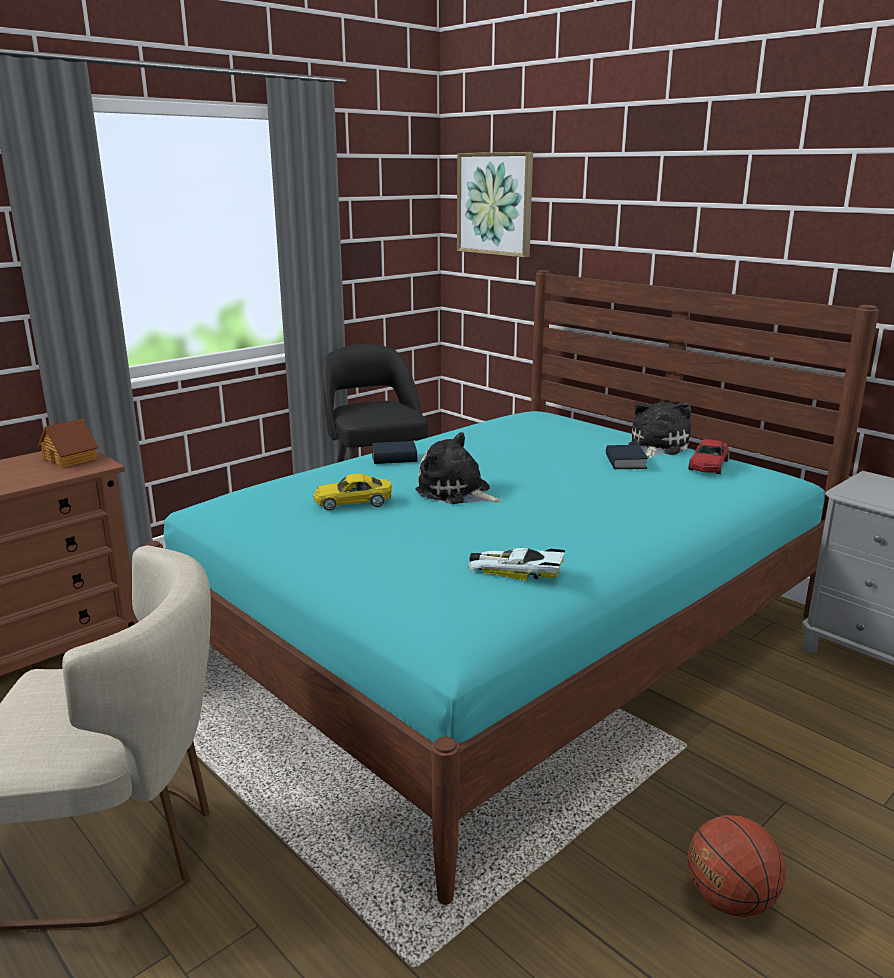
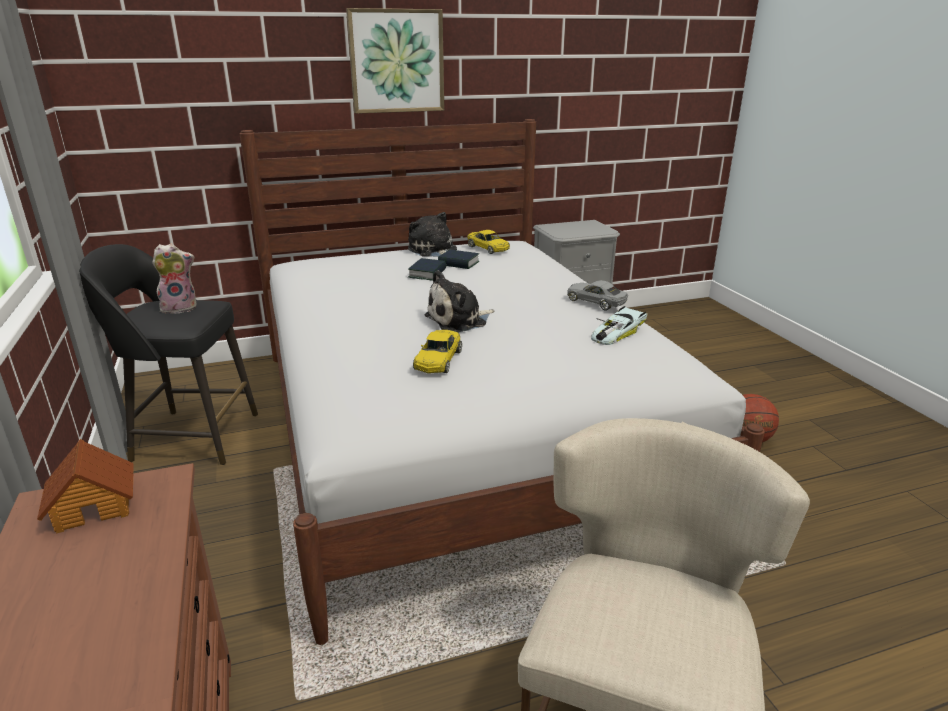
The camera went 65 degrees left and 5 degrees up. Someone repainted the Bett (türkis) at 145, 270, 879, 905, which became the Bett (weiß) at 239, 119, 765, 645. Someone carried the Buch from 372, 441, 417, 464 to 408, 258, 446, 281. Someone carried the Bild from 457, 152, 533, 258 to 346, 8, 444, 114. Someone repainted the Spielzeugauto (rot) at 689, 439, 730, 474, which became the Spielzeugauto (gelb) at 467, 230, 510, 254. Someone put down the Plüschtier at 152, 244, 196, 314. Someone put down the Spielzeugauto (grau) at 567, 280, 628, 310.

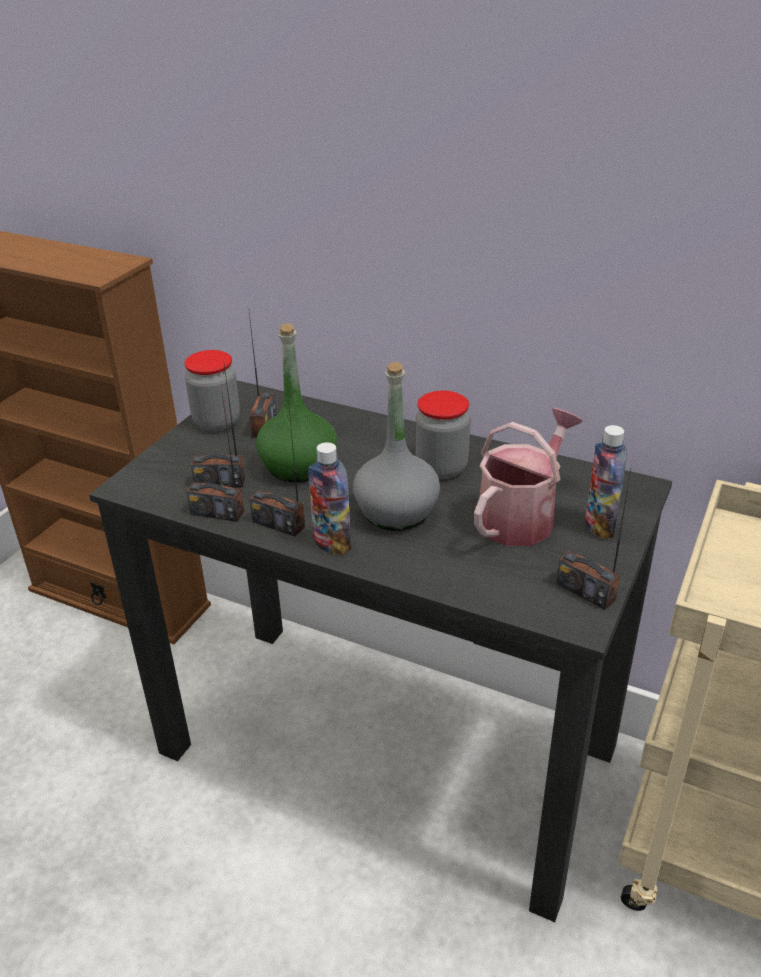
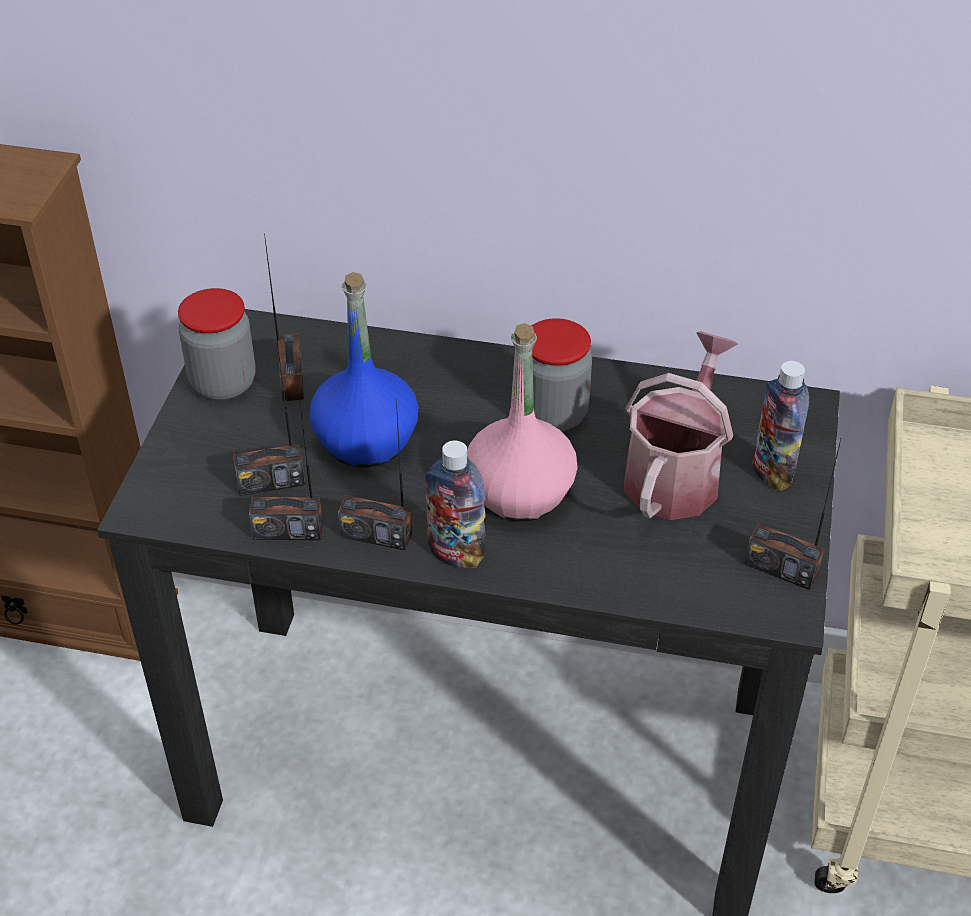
The camera went 15 degrees left and 10 degrees up. Someone repainted the Flasche (grün) at 256, 323, 337, 482, which became the Flasche (blau) at 309, 272, 419, 467. Someone repainted the Flasche (grau) at 353, 362, 440, 531, which became the Flasche (rosa) at 467, 323, 577, 521.

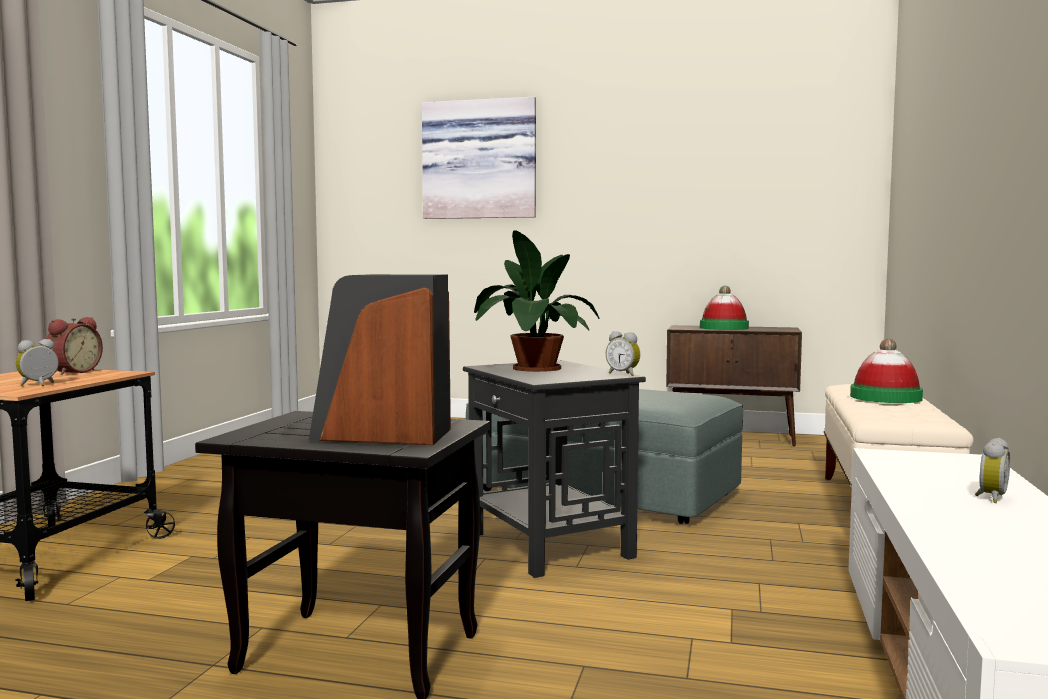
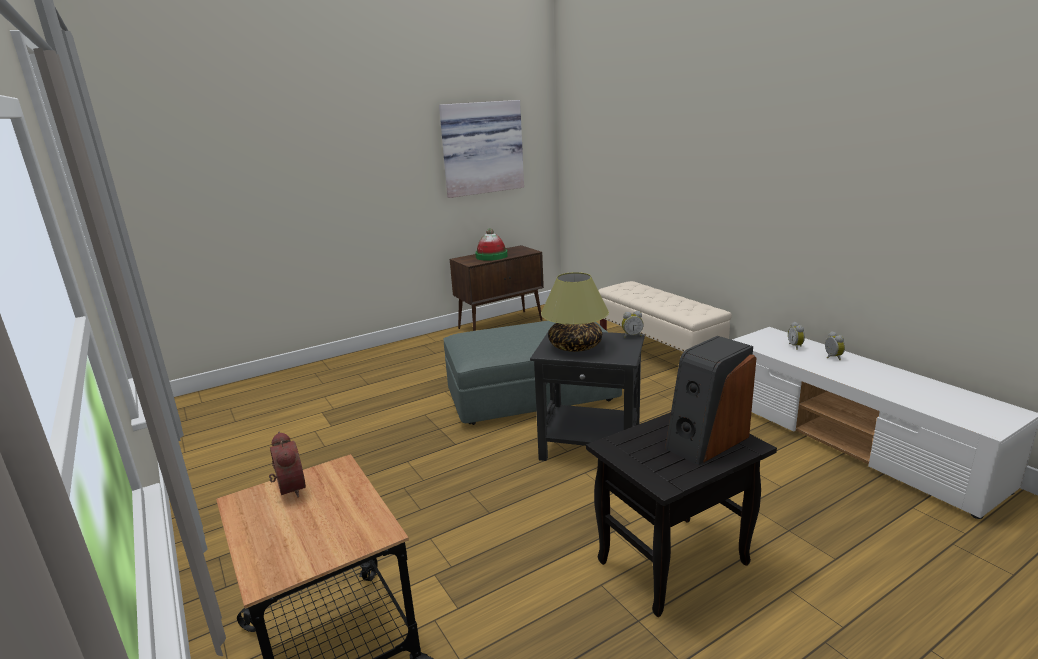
The camera went 45 degrees left and 15 degrees up. Someone carried the Wecker from 16, 339, 59, 386 to 788, 322, 805, 350. Someone carried the Bild from 422, 97, 536, 219 to 439, 100, 524, 198. Someone swapped the Topfpflanze at 474, 230, 599, 372 for the Tischlampe at 541, 272, 609, 352. Someone took away the Hut at 850, 339, 923, 403.

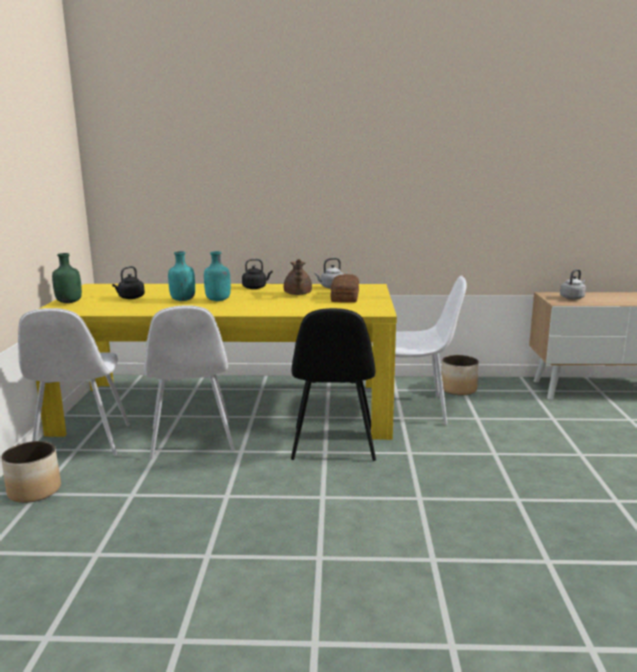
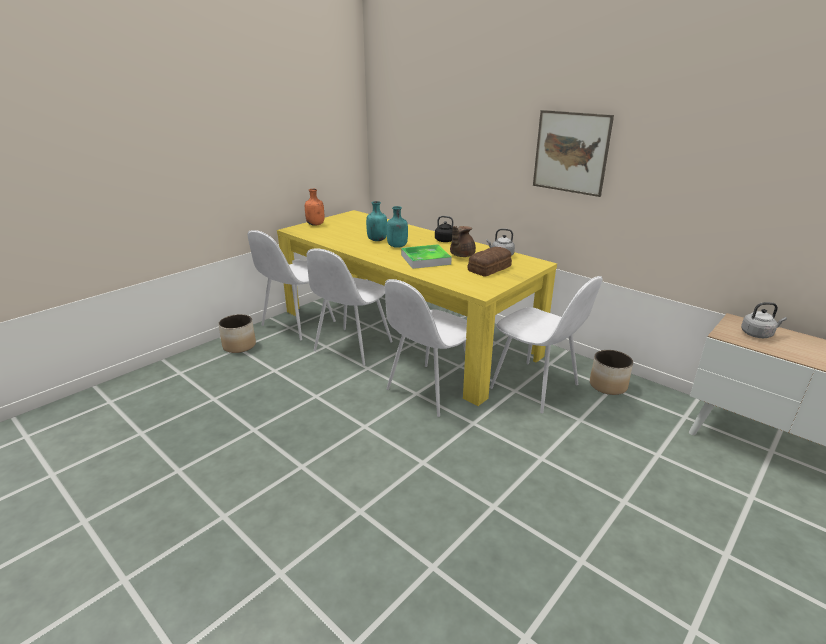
The camera went 40 degrees right and 10 degrees up. Someone repainted the Flasche (grün) at 52, 253, 82, 303, which became the Flasche (orange) at 305, 189, 324, 226. Someone took away the Wasserkessel (schwarz) at 112, 266, 145, 299. Someone repainted the Stuhl (schwarz) at 291, 308, 376, 461, which became the Stuhl (weiß) at 385, 279, 467, 417. Someone put down the Tablett at 401, 244, 452, 269. Someone put up the Bild at 533, 110, 614, 197.

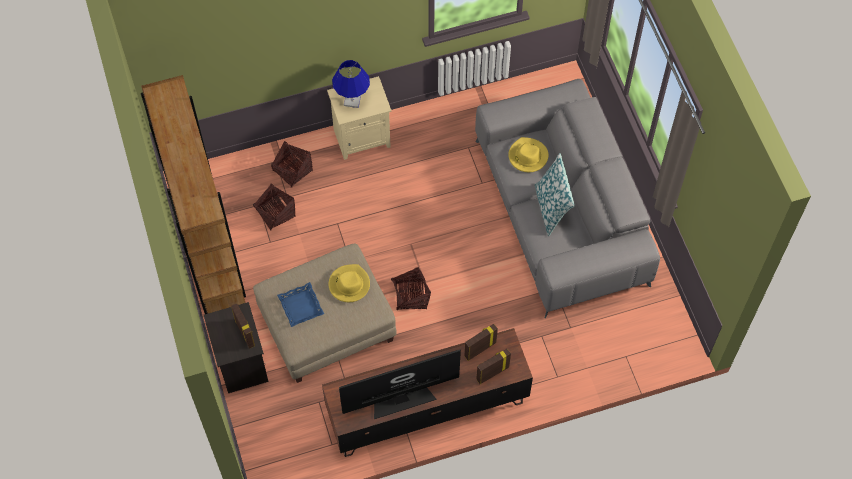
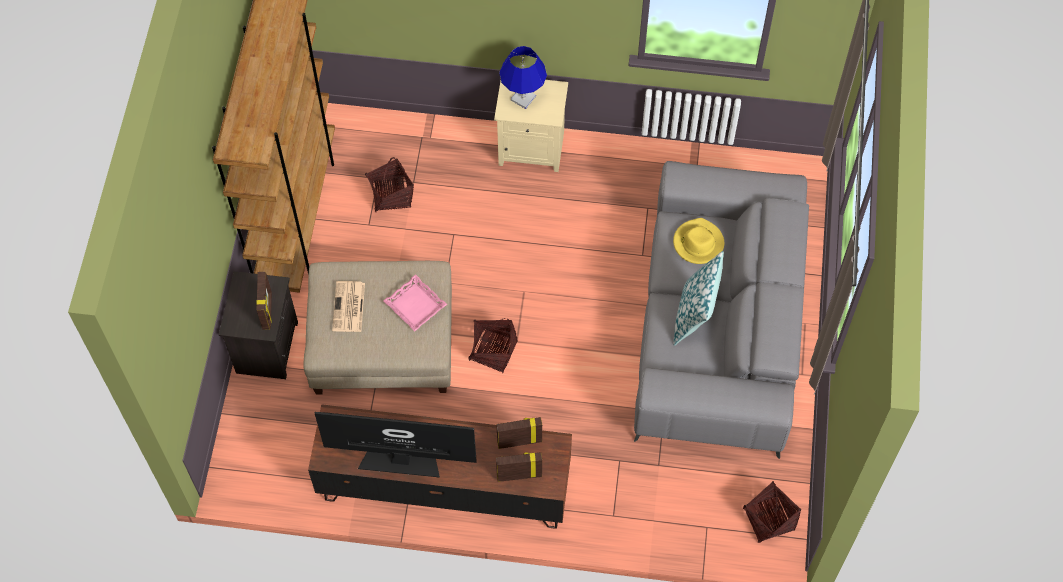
The camera went 25 degrees right and 0 degrees up. Someone carried the Korb from 271, 141, 313, 188 to 743, 481, 801, 543. Someone swapped the Tablett (blau) at 277, 282, 324, 327 for the Zeitung at 332, 281, 365, 332. Someone swapped the Hut (gelb) at 329, 264, 370, 302 for the Tablett (rosa) at 383, 274, 447, 331.

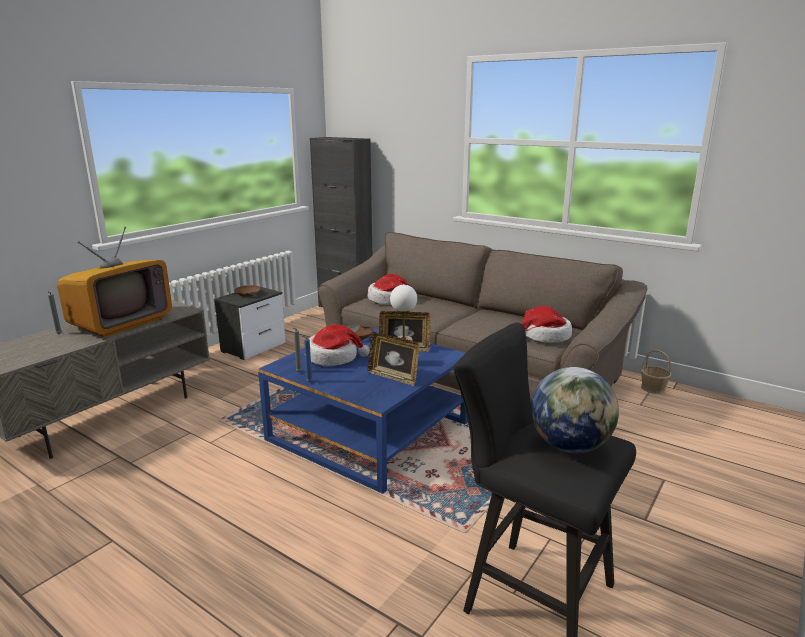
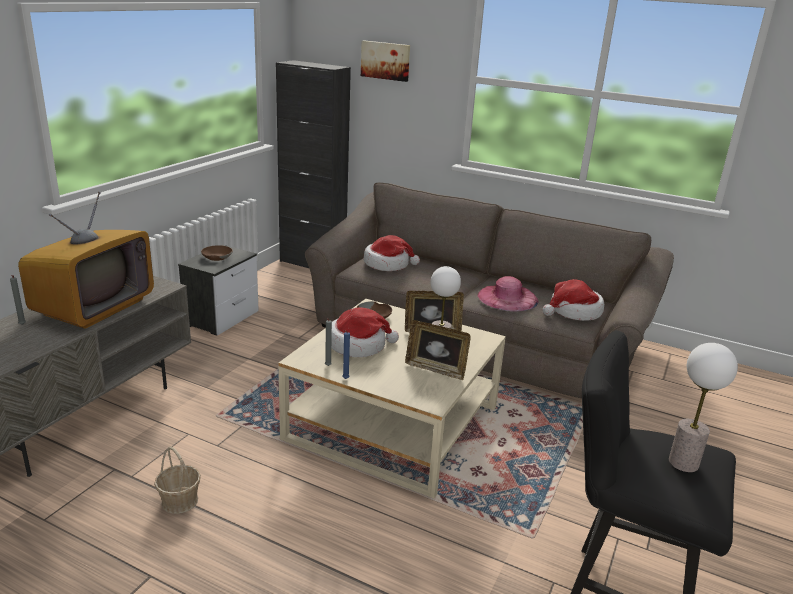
The camera went 10 degrees left and 5 degrees up. Someone repainted the Couchtisch (blau) at 258, 324, 468, 494, which became the Couchtisch (beige) at 278, 299, 506, 498. Someone swapped the Globus at 531, 367, 619, 453 for the Tischlampe at 669, 343, 738, 472. Someone carried the Korb from 641, 350, 671, 394 to 154, 446, 201, 514. Someone put up the Bild at 361, 41, 410, 82. Someone put down the Hut (rosa) at 477, 276, 539, 311.

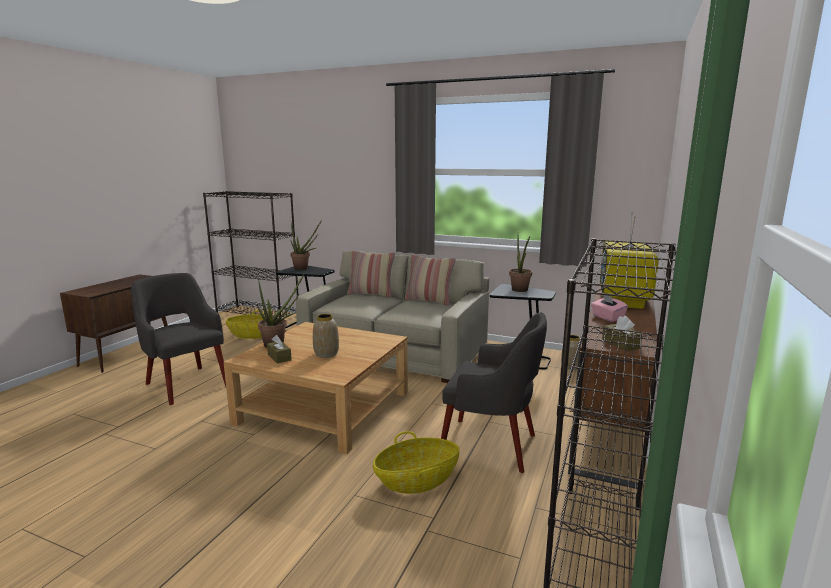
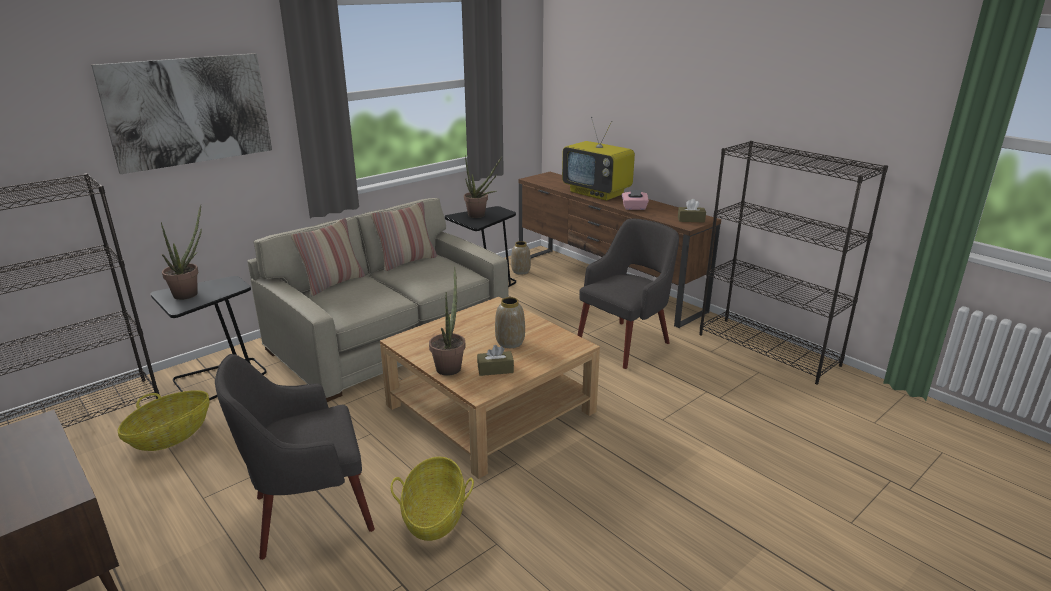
The camera went 65 degrees left and 10 degrees up. Someone carried the Korb from 373, 431, 460, 494 to 391, 457, 474, 541. Someone put up the Bild at 91, 53, 272, 174.

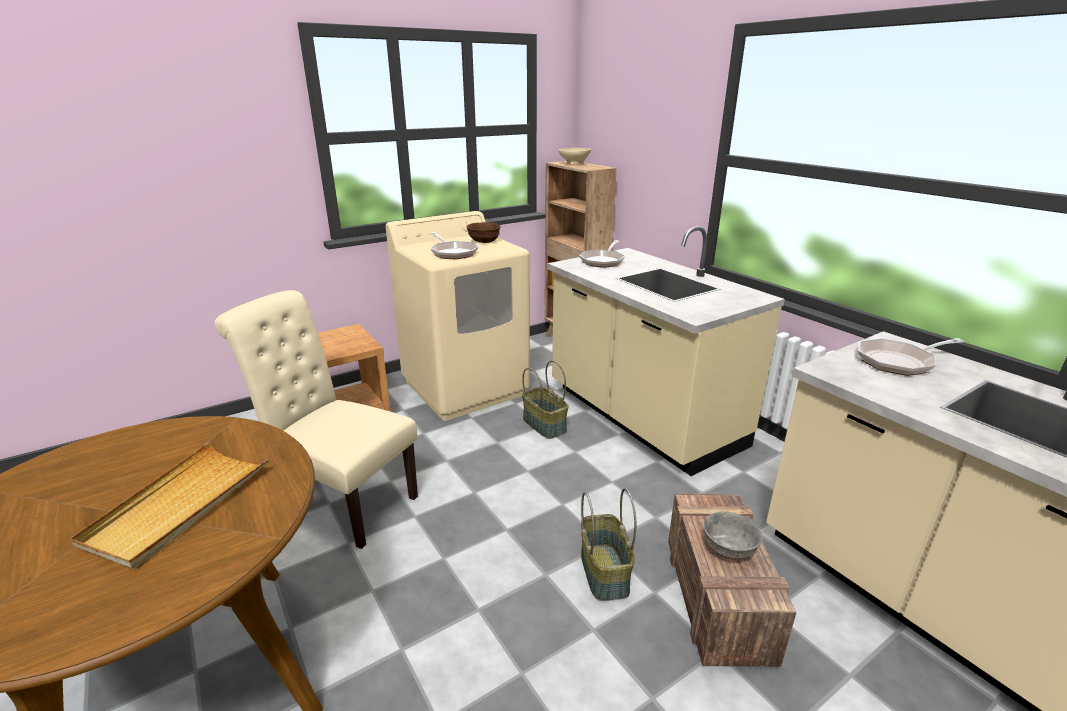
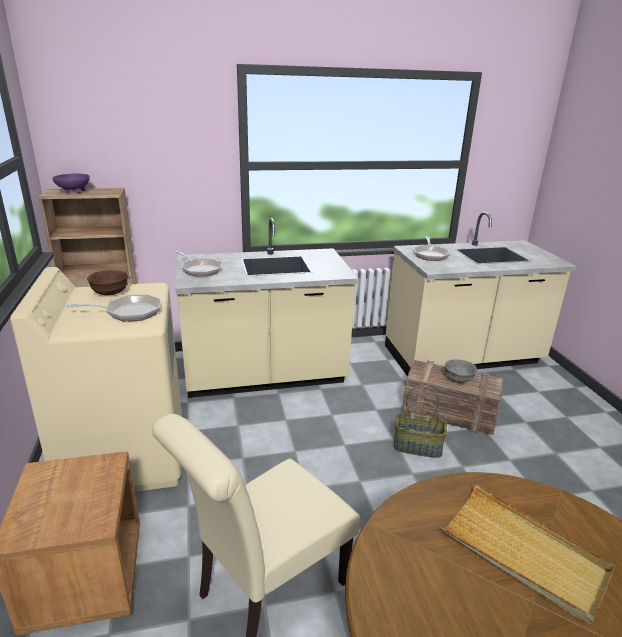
The camera went 70 degrees left and 0 degrees up. Someone took away the Korb at 522, 361, 569, 439. Someone repainted the Schüssel (beige) at 559, 148, 591, 165, which became the Schüssel (lila) at 52, 174, 90, 193.

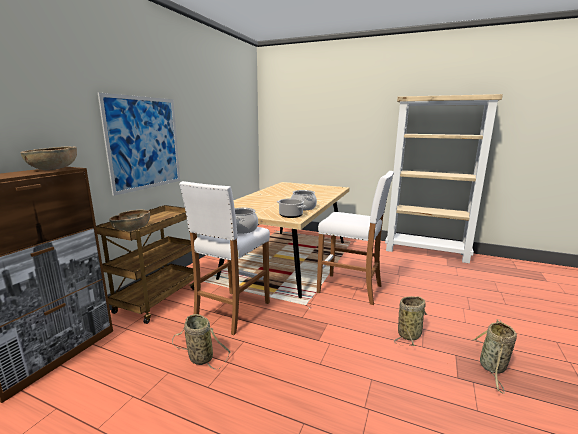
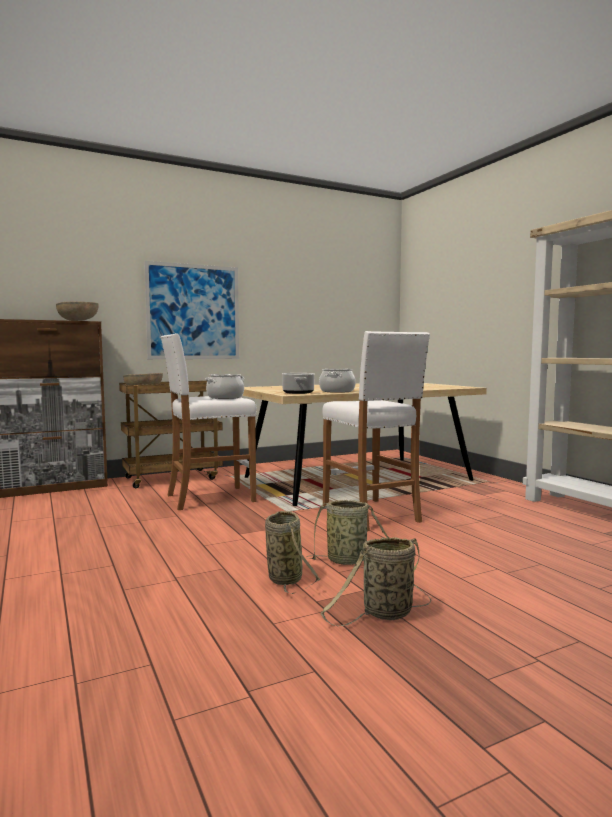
The camera went 40 degrees right and 10 degrees down. Someone carried the Korb from 172, 314, 231, 369 to 265, 511, 320, 594.

